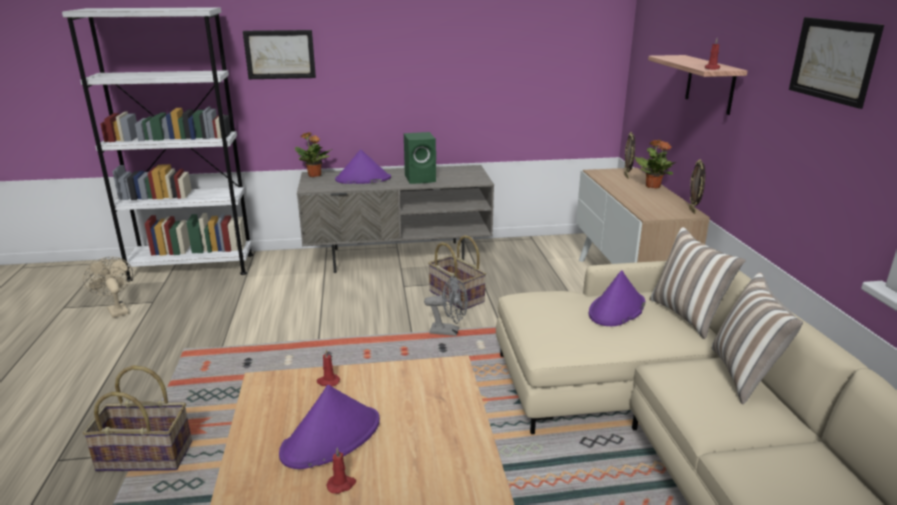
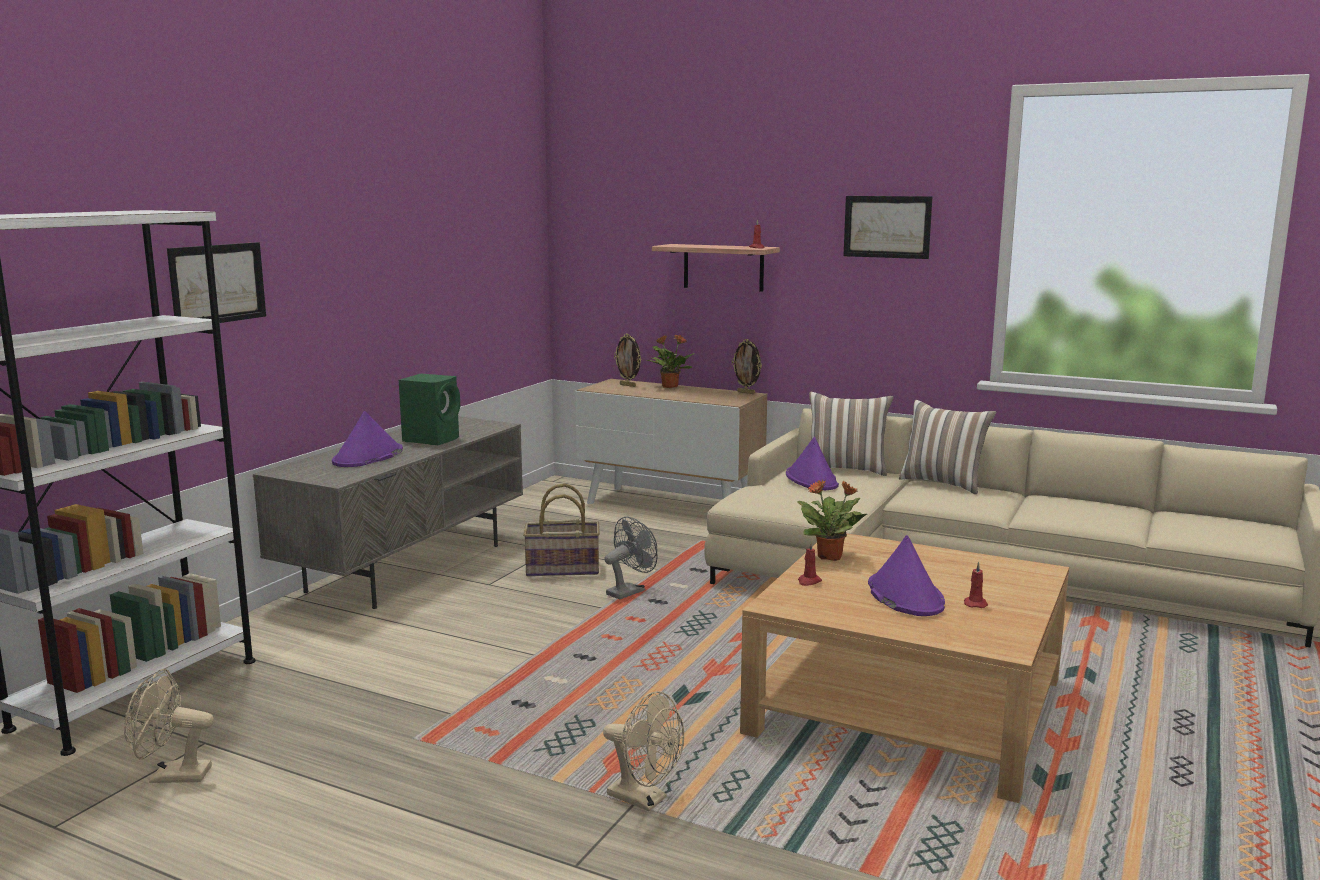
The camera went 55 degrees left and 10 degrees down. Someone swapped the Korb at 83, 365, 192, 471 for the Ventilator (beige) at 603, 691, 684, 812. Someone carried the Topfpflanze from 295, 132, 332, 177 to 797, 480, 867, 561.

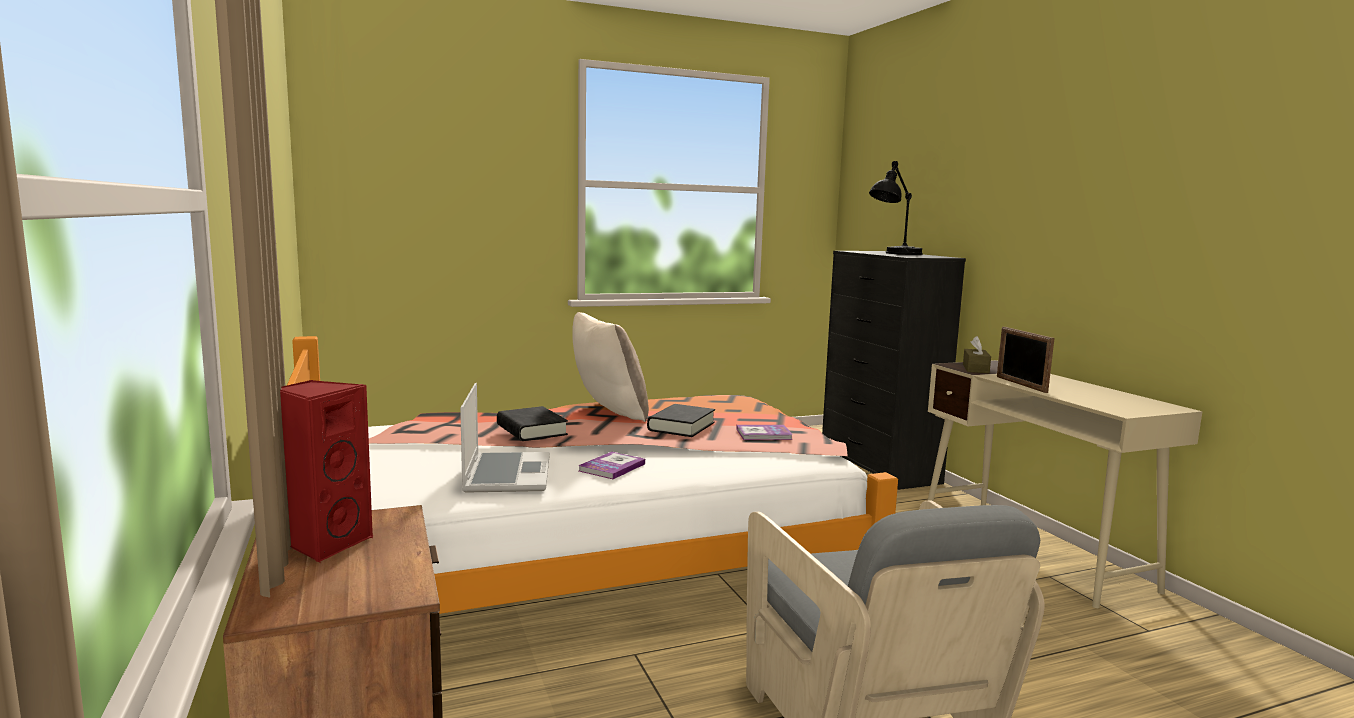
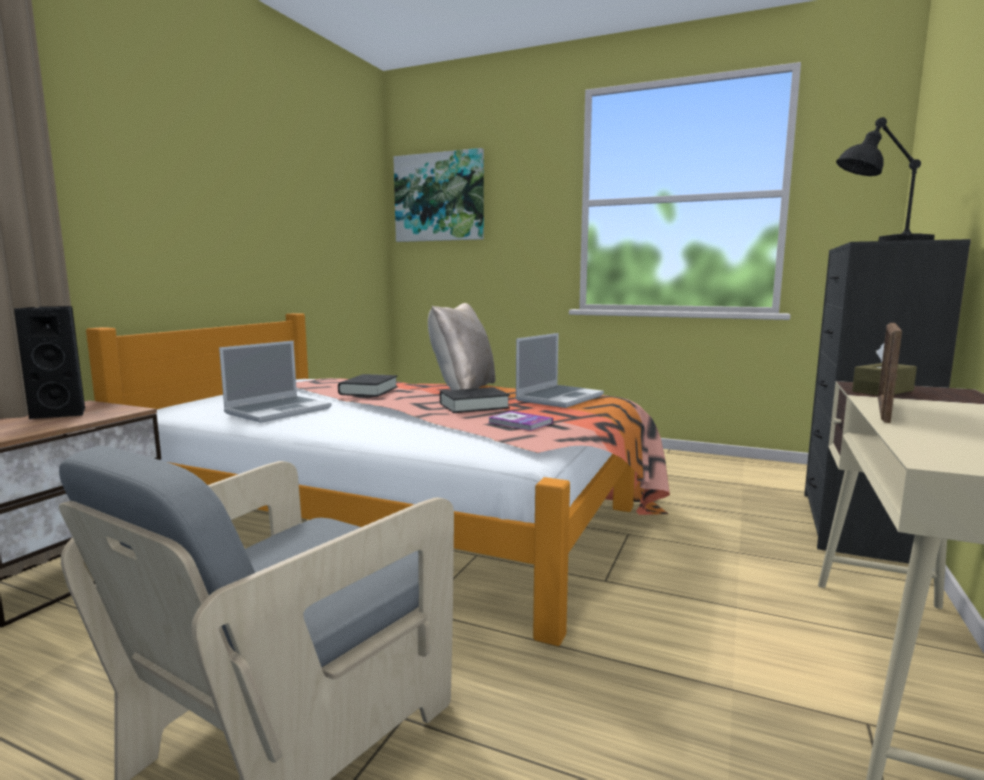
The camera went 45 degrees right and 0 degrees up. Someone repainted the Lautsprecher (rot) at 280, 380, 374, 562, which became the Lautsprecher (schwarz) at 14, 306, 85, 419. Someone took away the Buch at 578, 451, 645, 479. Someone put up the Bild at 393, 148, 484, 242. Someone put down the Laptop at 515, 333, 604, 408.

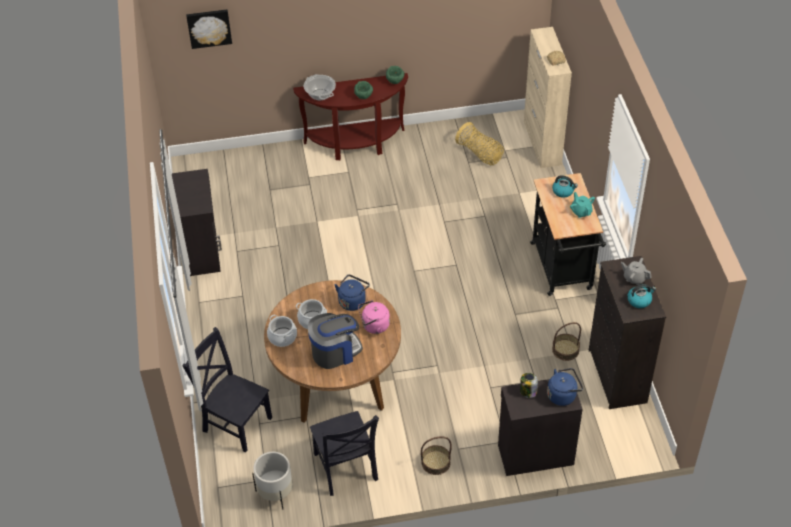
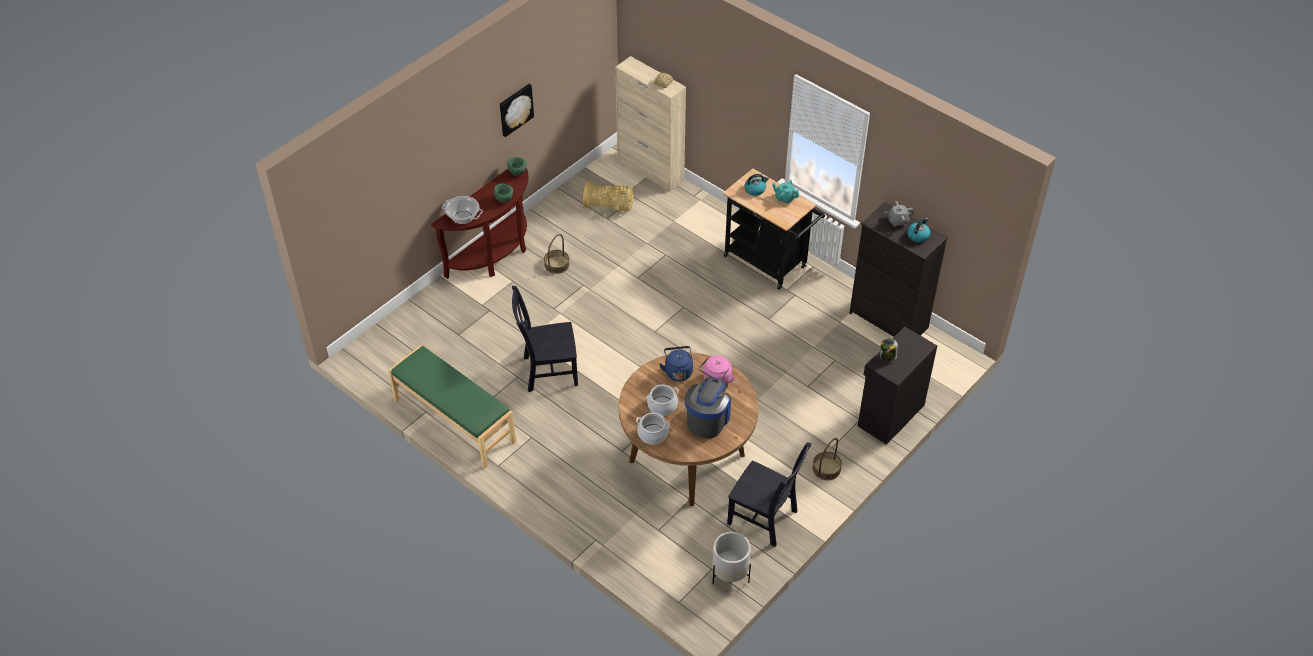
The camera went 40 degrees left and 0 degrees up. Someone swapped the Schrank (schwarz) at 172, 169, 222, 276 for the Bank (grün) at 388, 345, 516, 469. Someone carried the Stuhl (schwarz) from 183, 327, 272, 452 to 512, 286, 578, 392. Someone carried the Bild from 186, 9, 232, 49 to 500, 84, 534, 137. Someone took away the Wasserkessel (blau) at 547, 368, 583, 406. Someone carried the Korb from 552, 322, 581, 361 to 544, 234, 570, 274.

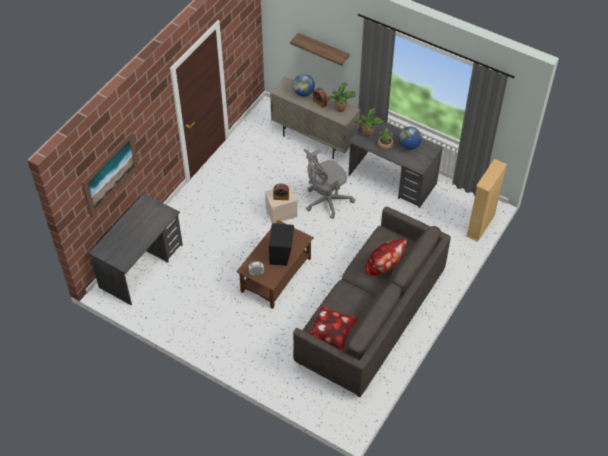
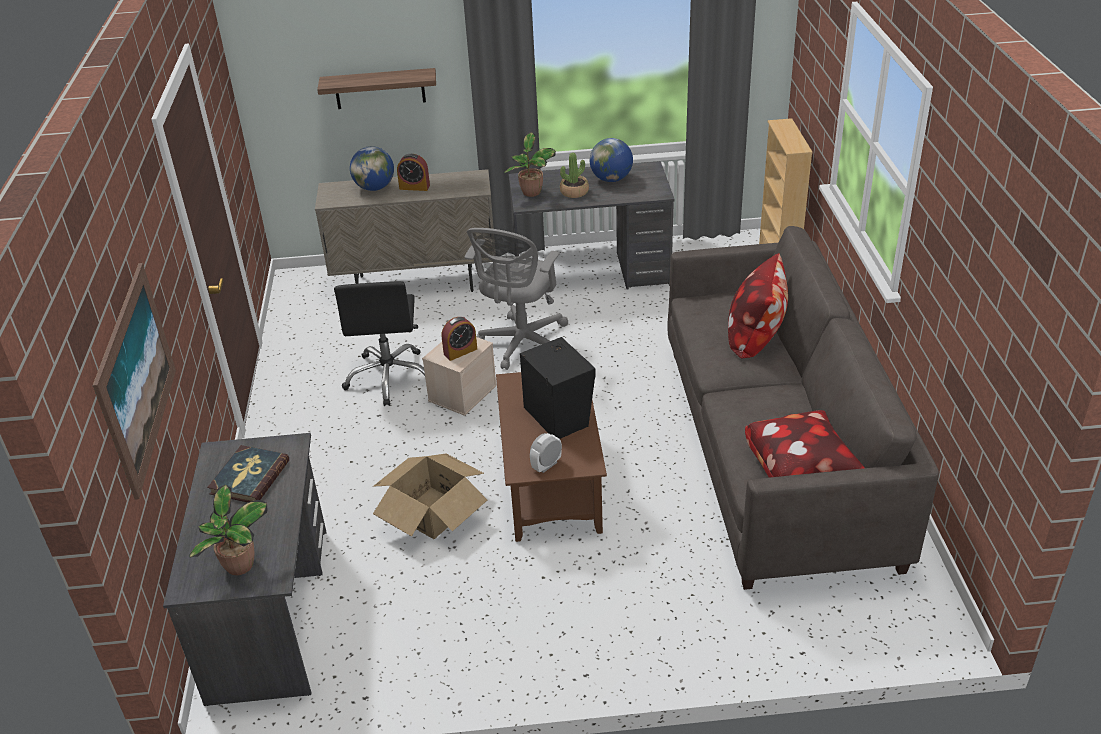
The camera went 35 degrees left and 15 degrees down. Someone carried the Topfpflanze from 326, 82, 356, 112 to 189, 485, 267, 575. Someone put down the Buch at 207, 445, 289, 502. Someone put down the Bürostuhl (schwarz) at 334, 281, 425, 406. Someone put down the Karton at 373, 453, 487, 539.

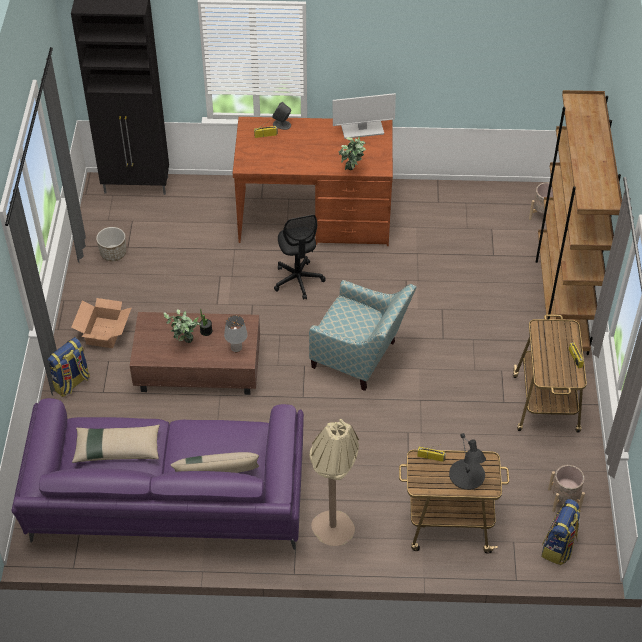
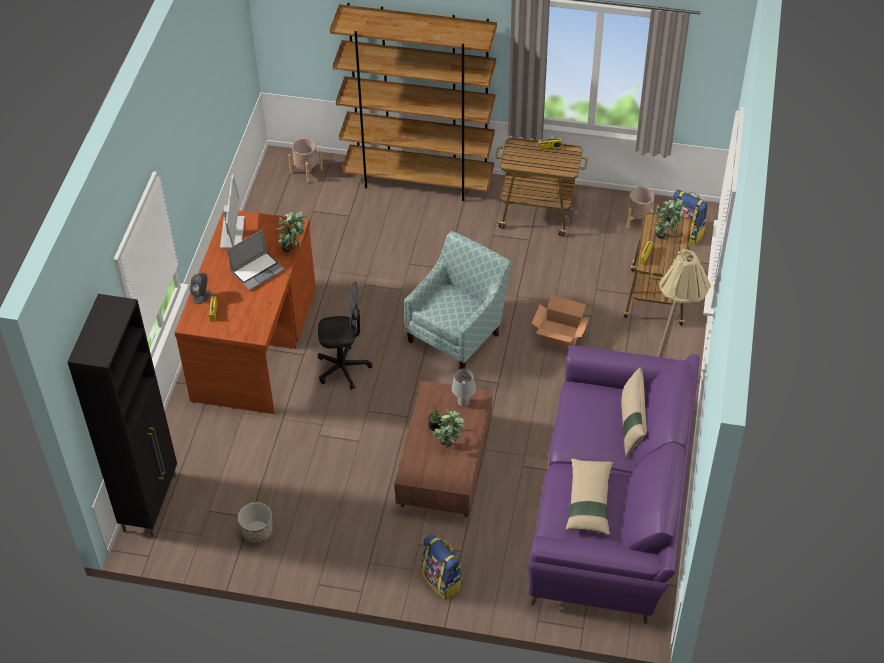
The camera went 80 degrees left and 0 degrees up. Someone carried the Karton from 71, 298, 132, 348 to 532, 295, 590, 348. Someone swapped the Tischlampe (schwarz) at 449, 433, 486, 490 for the Topfpflanze at 653, 199, 686, 239. Someone put down the Laptop at 227, 229, 285, 291.

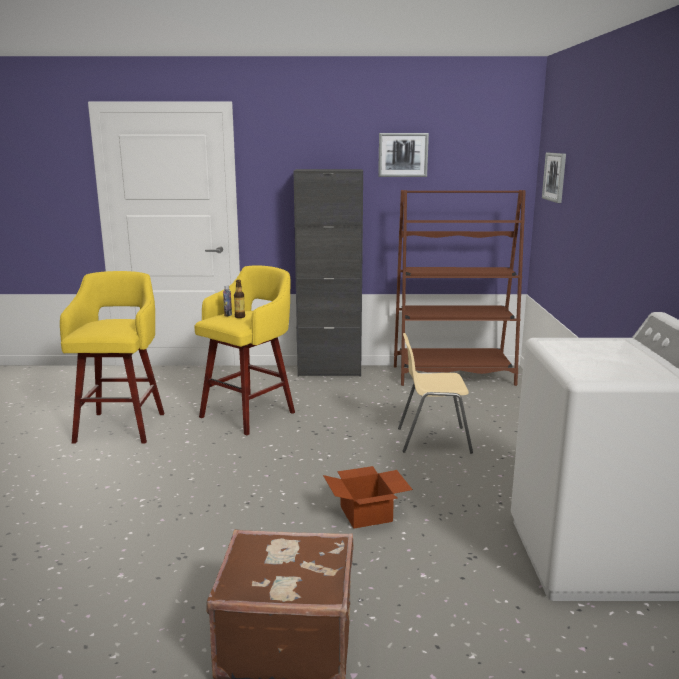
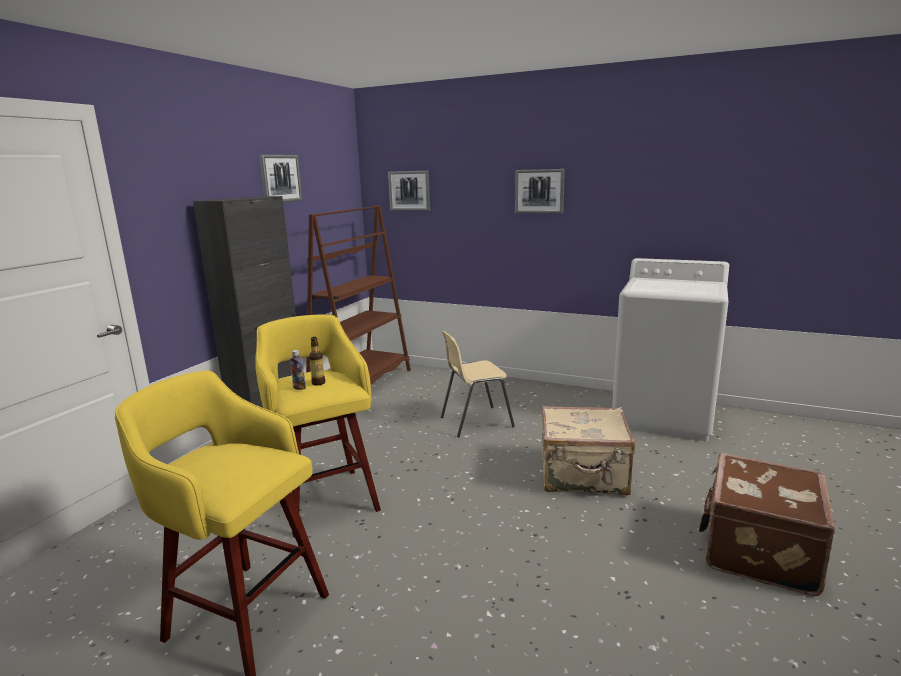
The camera went 65 degrees left and 0 degrees up. Someone swapped the Karton at 323, 466, 413, 529 for the Koffer (beige) at 541, 406, 635, 495. Someone rotated the Stuhl (beige) at 398, 333, 473, 454 by 45 degrees clockwise. Someone put up the Bild at 515, 169, 565, 214.

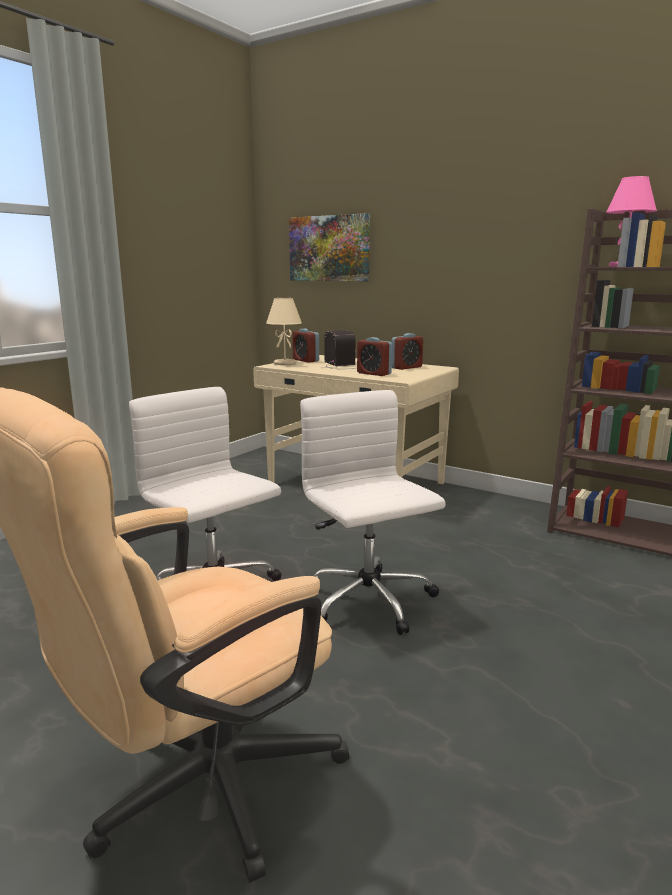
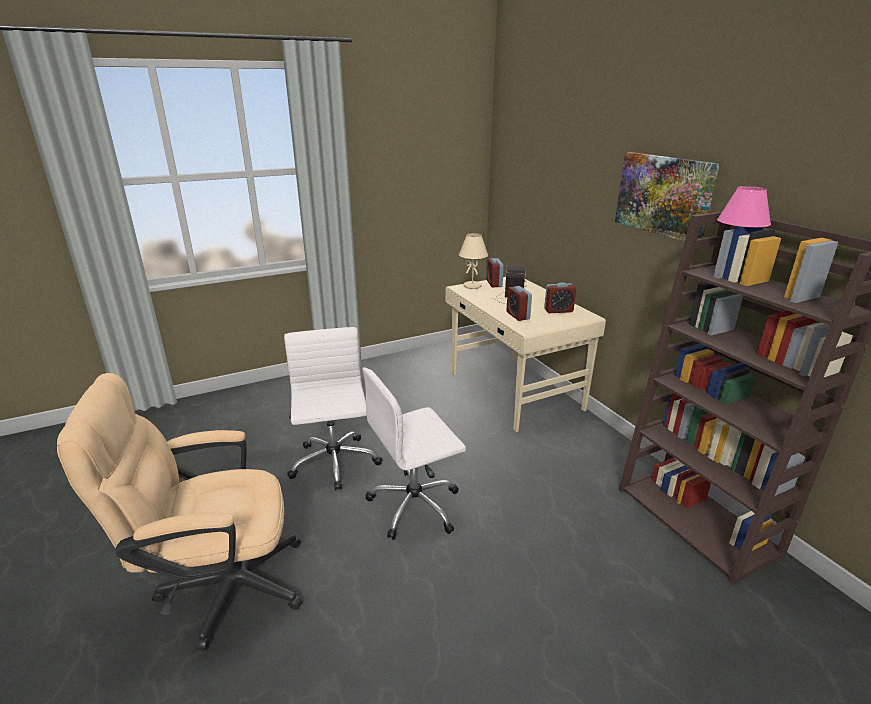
The camera went 30 degrees right and 10 degrees up. Someone carried the Bild from 289, 213, 370, 281 to 615, 152, 720, 242. Someone rotated the Bürostuhl (weiß) at 300, 390, 445, 635 by 120 degrees counterclockwise.

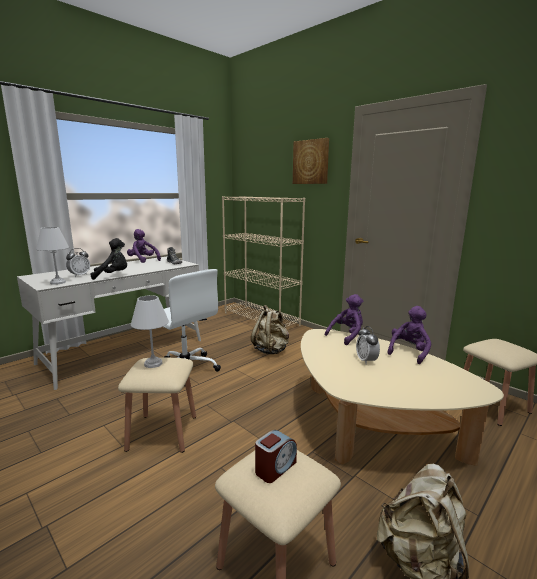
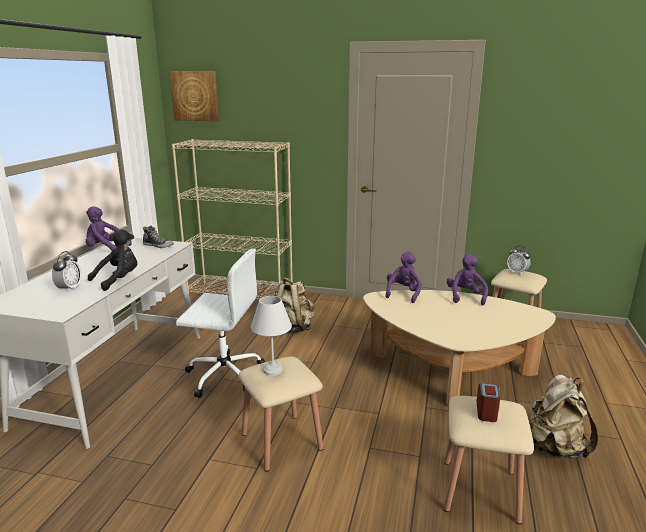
The camera went 30 degrees left and 5 degrees up. Someone took away the Tischlampe (weiß) at 36, 227, 69, 285. Someone carried the Bild from 293, 138, 329, 184 to 170, 71, 219, 121. Someone carried the Wecker from 356, 326, 380, 365 to 507, 246, 531, 274.

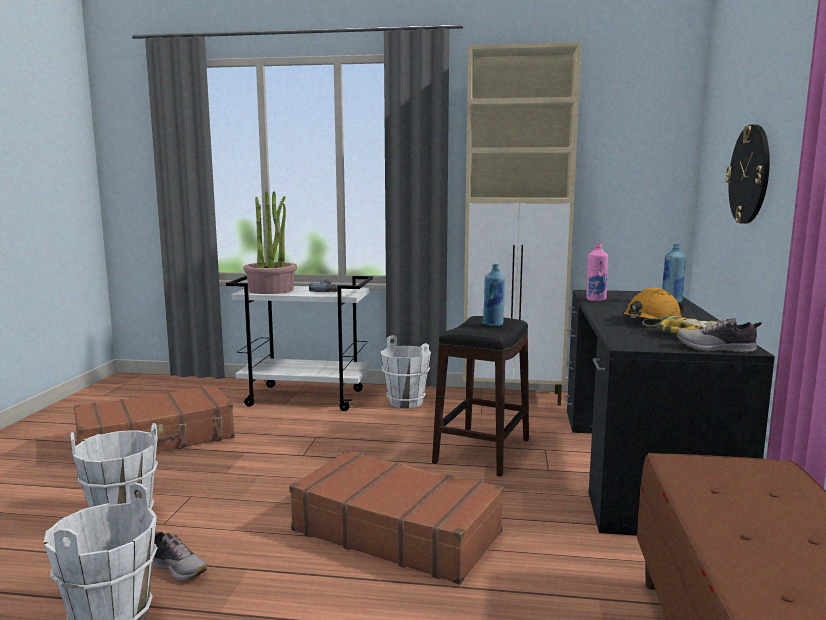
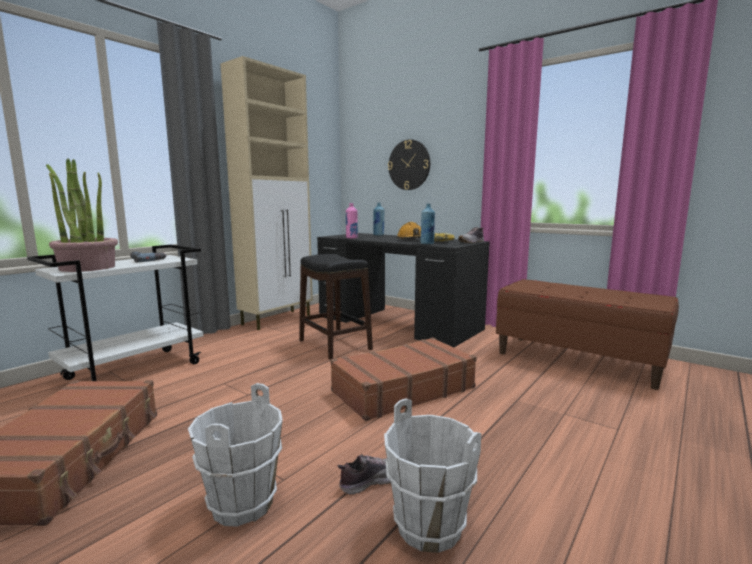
The camera went 60 degrees left and 0 degrees up. Someone took away the Eimer (weiß) at 381, 335, 431, 408. Someone carried the Flasche (blau) from 483, 264, 505, 326 to 421, 204, 435, 244.

